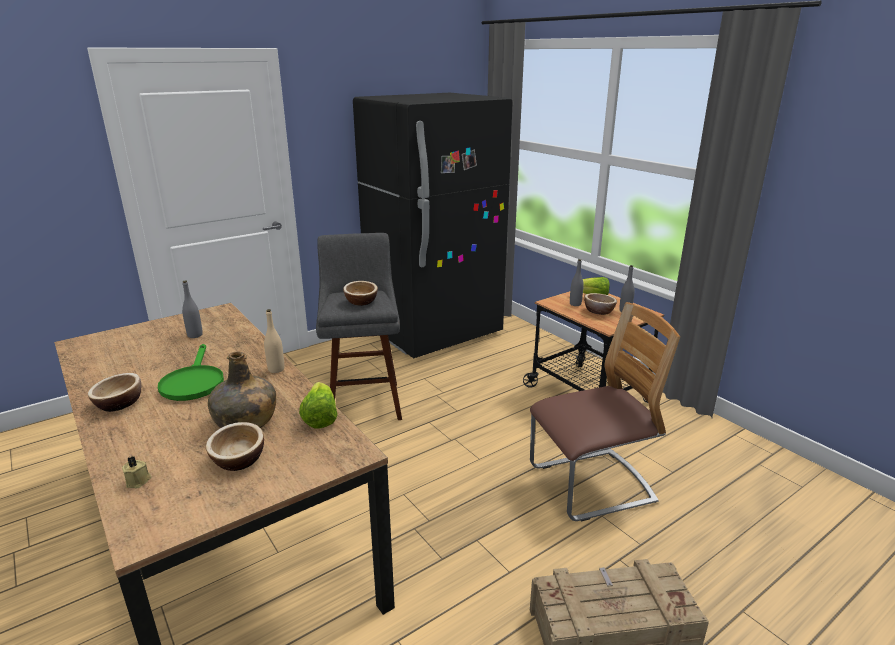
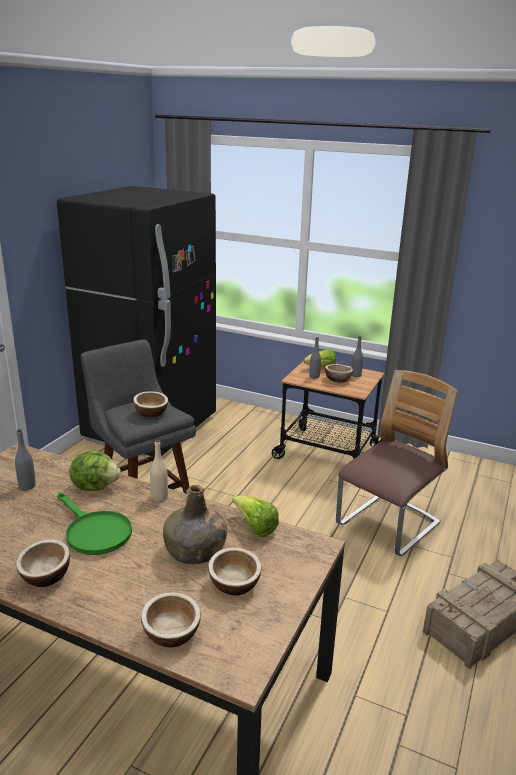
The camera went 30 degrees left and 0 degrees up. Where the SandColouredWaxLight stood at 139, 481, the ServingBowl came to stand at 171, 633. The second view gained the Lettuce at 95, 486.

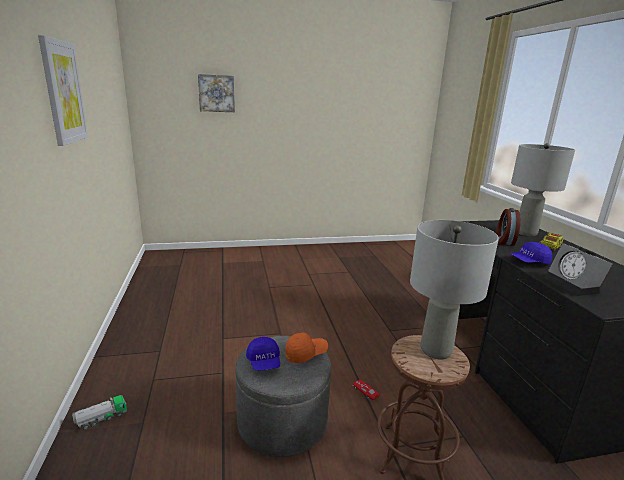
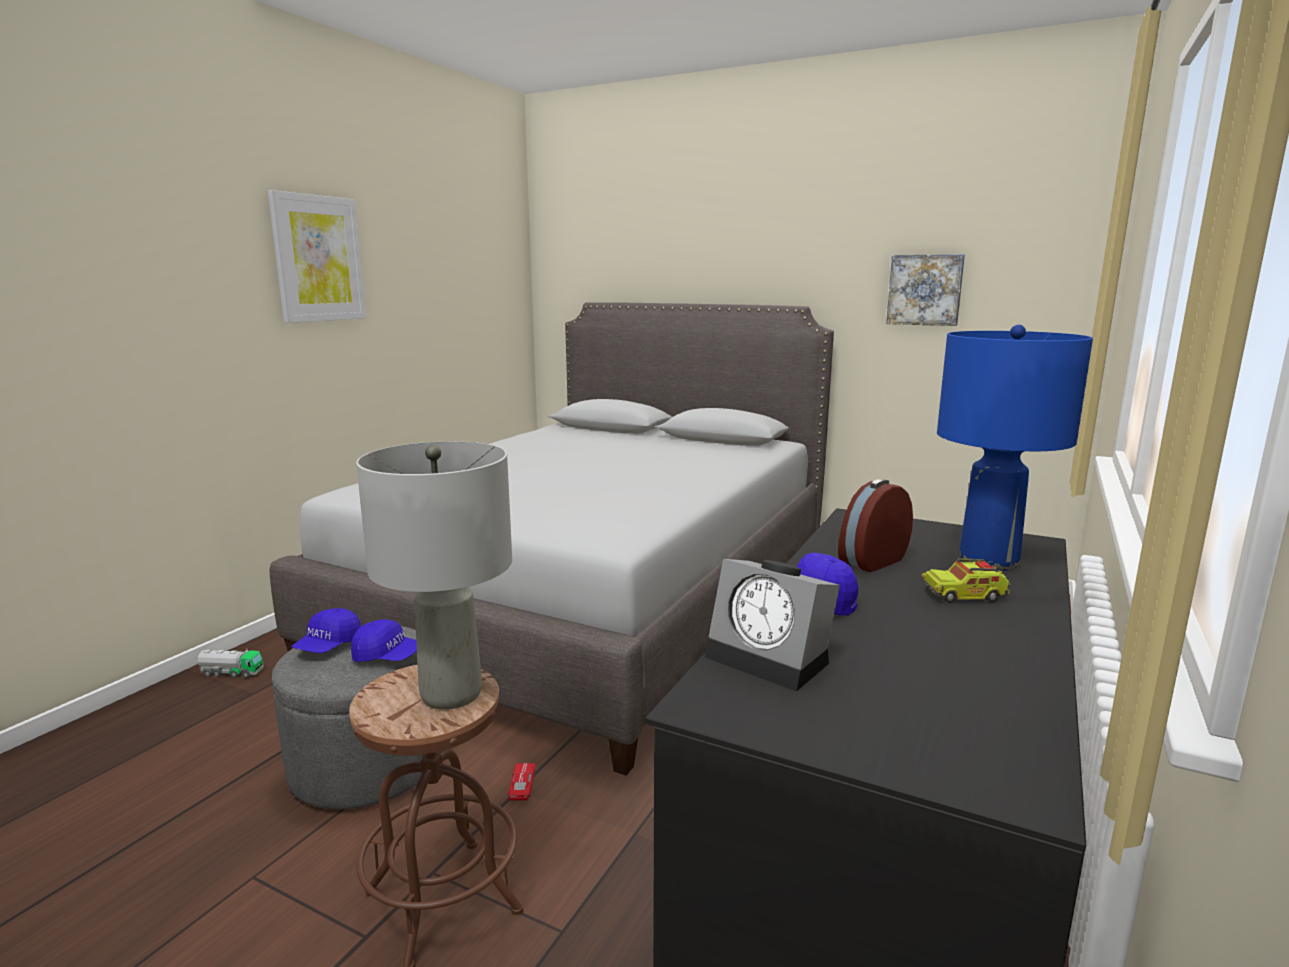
The camera went 40 degrees right and 5 degrees down. The Picture ended up elsewhere, having gone from 216, 93 to 925, 290. What was the OrangeyCap at 306, 353 turned into the BluishCap at 388, 657. What was the GreyishTabletopLamp at 526, 233 turned into the BluishTabletopLamp at 987, 562. The TableClock at 574, 285 ended up facing another way, 75 degrees counterclockwise from before. The second view gained the GreyishBedroomBed at 595, 601.

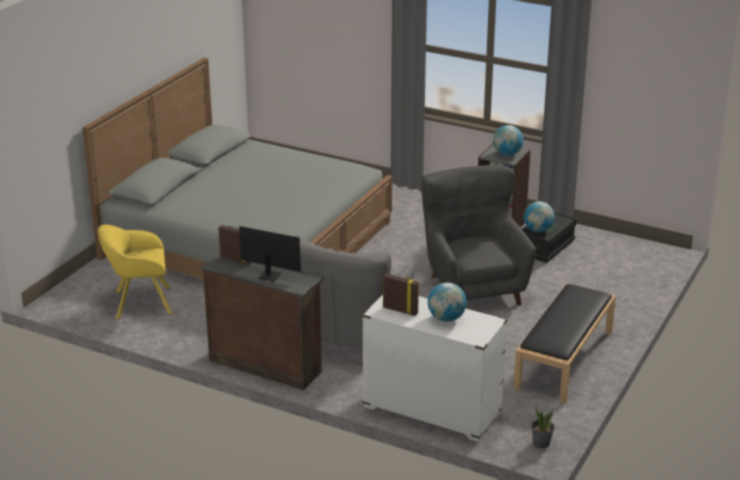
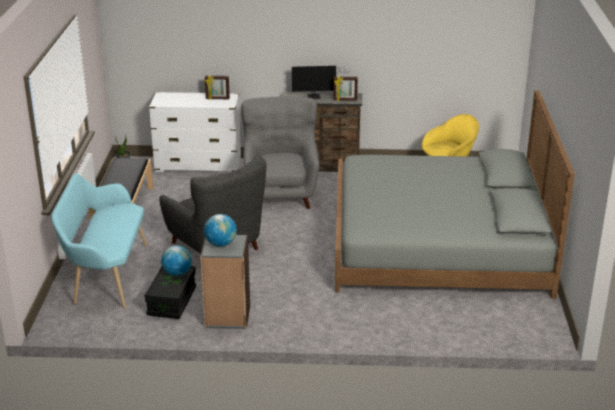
The camera went 155 degrees right and 0 degrees up. The second view lost the WorldGlobe at 446, 318. The second view gained the BlueGreenIndoorBench at 106, 275.

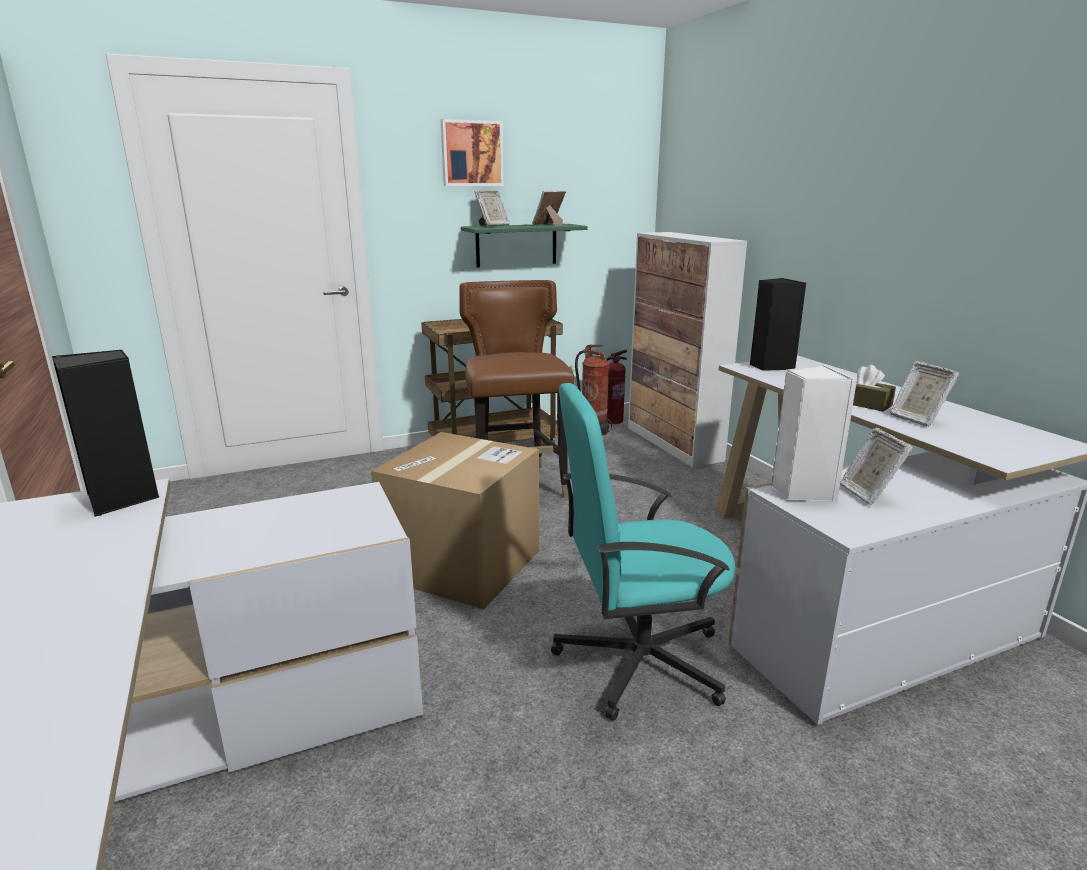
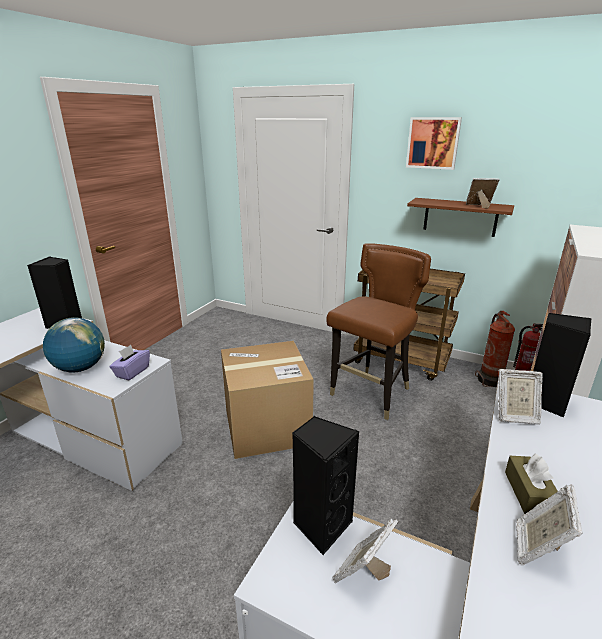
The camera went 50 degrees right and 5 degrees up. What was the GreenColouredShelf at 516, 245 turned into the BrownishShelf at 460, 217. The PictureFrame ended up elsewhere, having gone from 492, 226 to 514, 416. The second view lost the BlueGreenComputerChair at 637, 660. What was the WhitishSpeaker at 801, 491 turned into the BlackColouredSpeaker at 321, 525. The second view gained the WorldGlobe at 80, 368. The second view gained the PurpleTissueHolder at 132, 372.

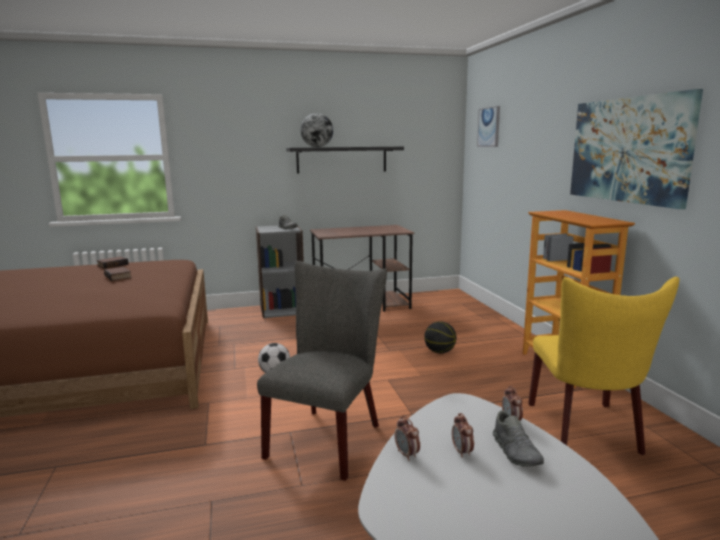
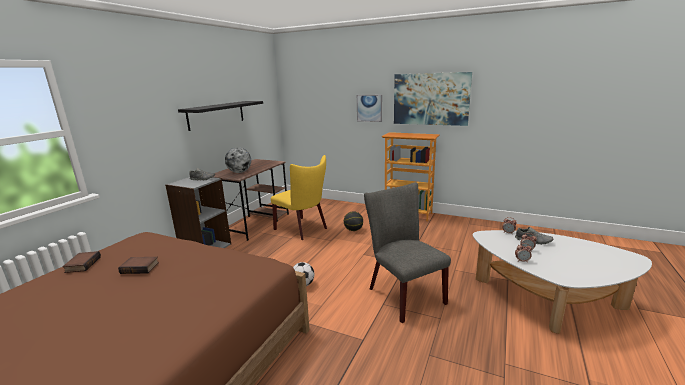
The camera went 50 degrees left and 5 degrees up. The WorldGlobe ended up elsewhere, having gone from 317, 147 to 239, 172. The Picture ended up elsewhere, having gone from 489, 127 to 369, 108. The YellowColouredChair ended up elsewhere, having gone from 587, 431 to 303, 229.

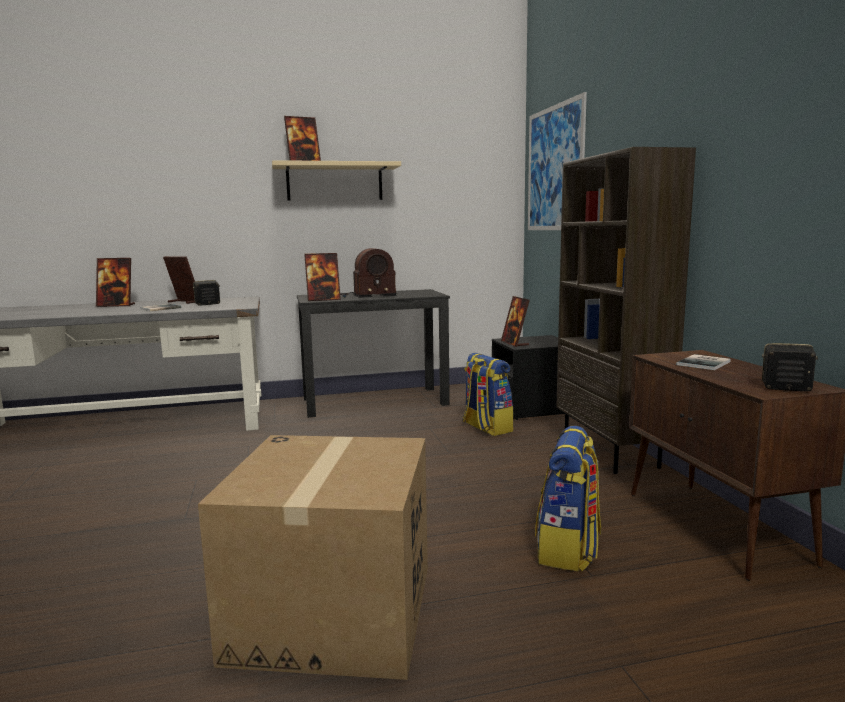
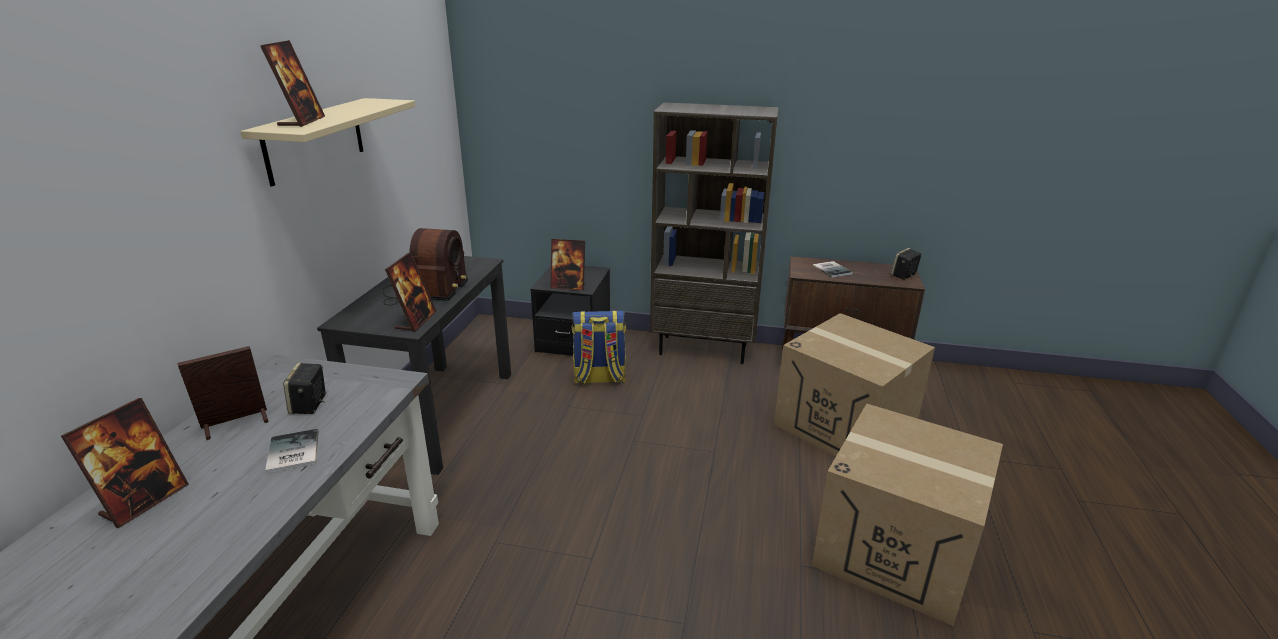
The camera went 65 degrees left and 15 degrees up. The second view lost the Picture at 554, 168. Where the Backpack stood at 568, 550, the CardboardBox came to stand at 845, 425.

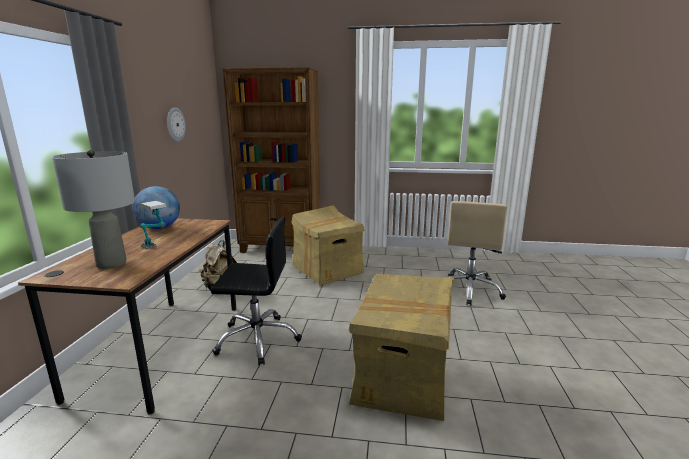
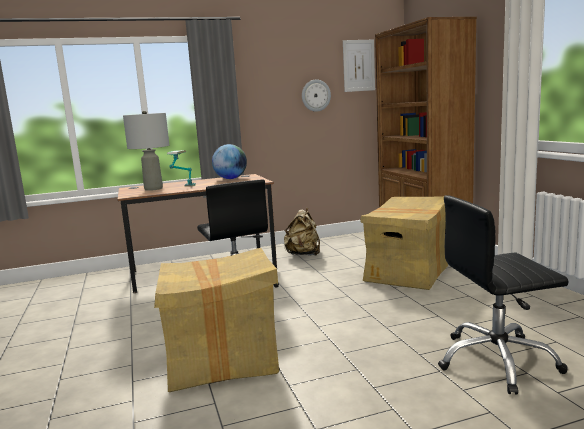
The camera went 65 degrees right and 5 degrees down. What was the SandColouredComputerChair at 469, 290 turned into the BlackColouredComputerChair at 497, 361. The second view gained the Picture at 358, 65.

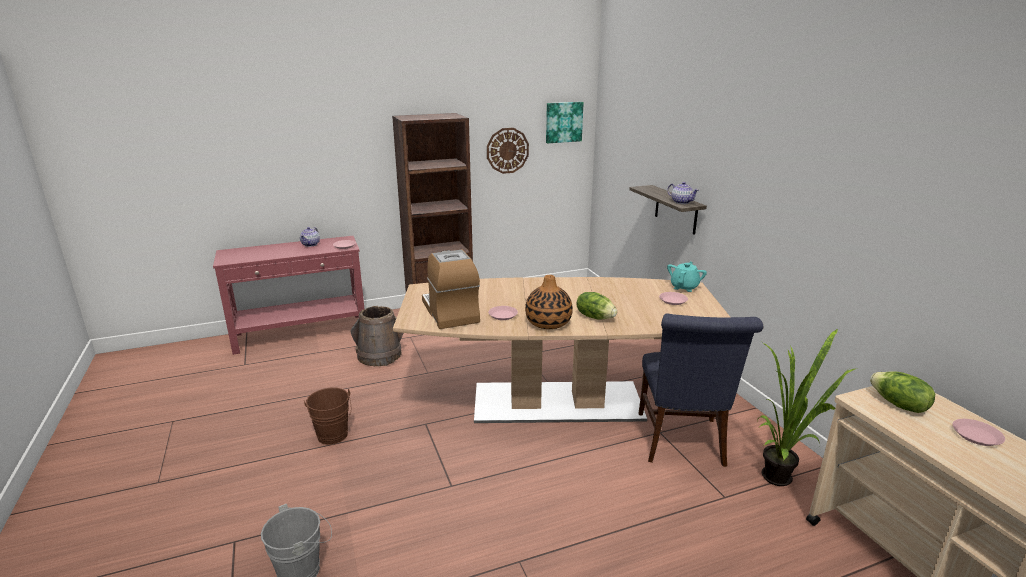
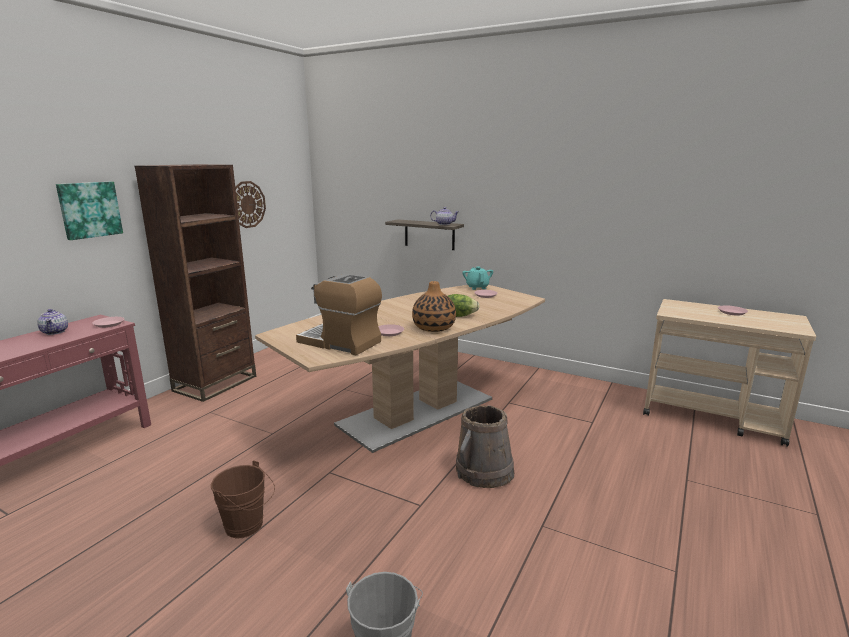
The camera went 40 degrees left and 5 degrees down. The BrownishBucket ended up elsewhere, having gone from 379, 356 to 484, 471. The Picture ended up elsewhere, having gone from 563, 122 to 89, 209. The second view lost the BluishChair at 682, 444. The second view lost the PlantInAPot at 783, 477. The second view lost the Lettuce at 898, 405.

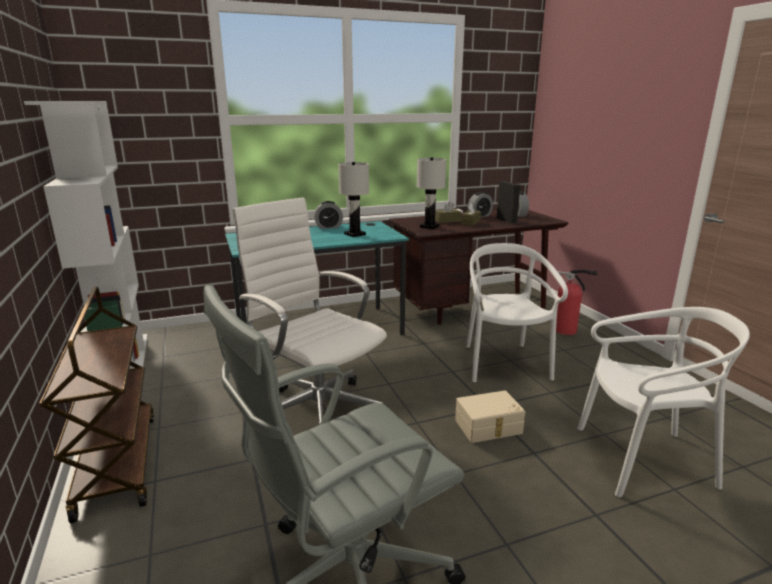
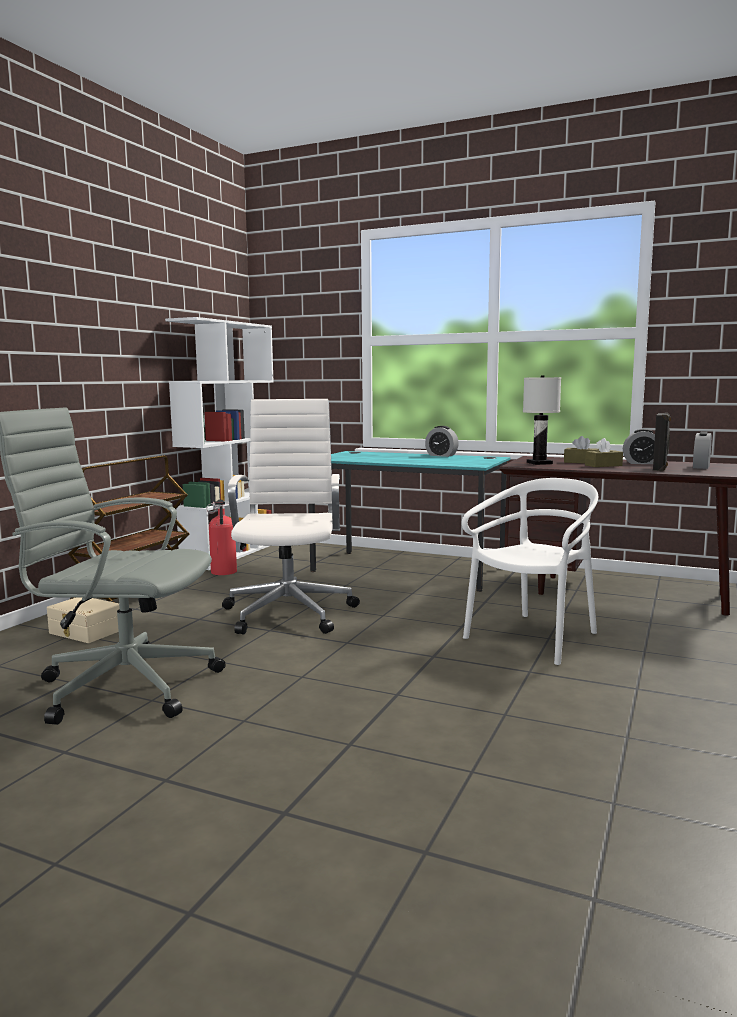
The camera went 45 degrees right and 10 degrees down. The second view lost the WhitishTabletopLamp at 355, 234. The SandColouredStorageContainer ended up elsewhere, having gone from 489, 427 to 84, 632. The FireFightingCylinder ended up elsewhere, having gone from 567, 331 to 223, 572. The second view lost the WhitishChair at 643, 460.

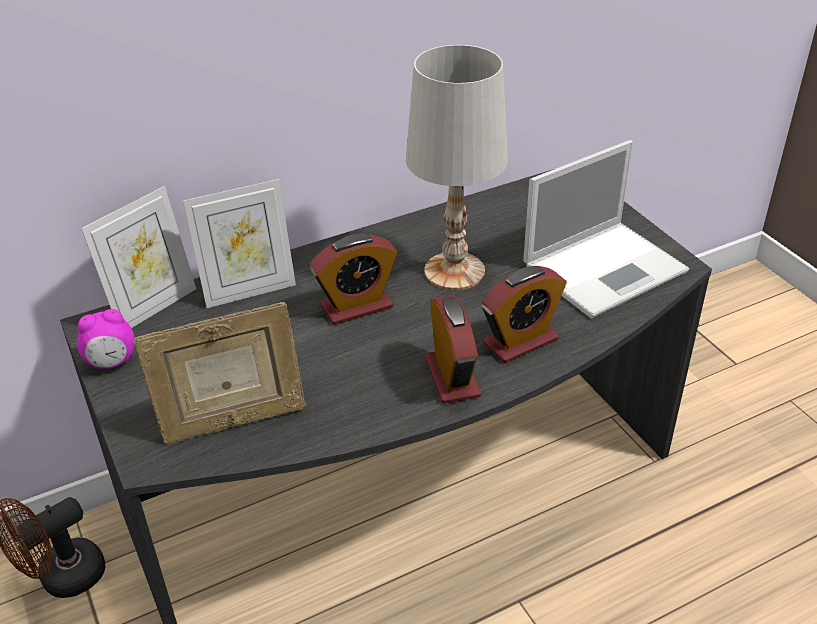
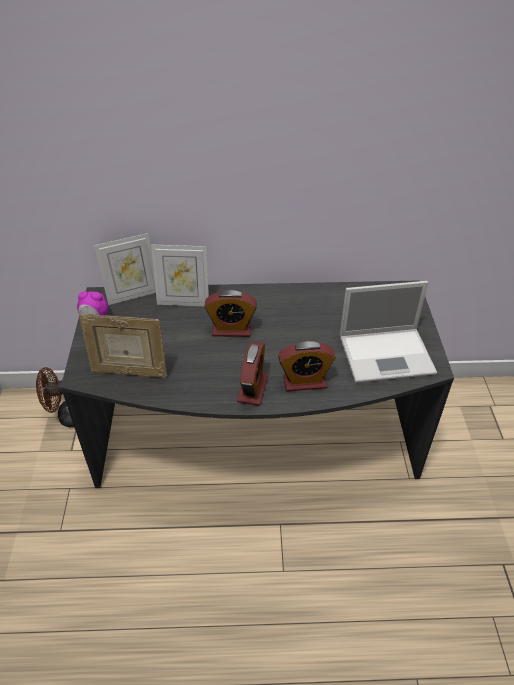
The camera went 25 degrees right and 5 degrees up. The second view lost the WhitishTabletopLamp at 455, 271.

